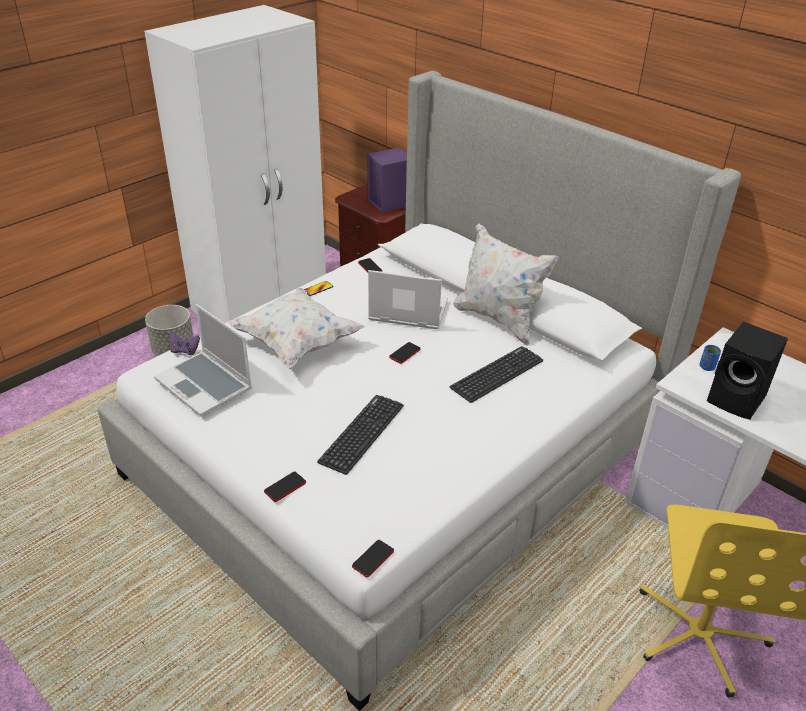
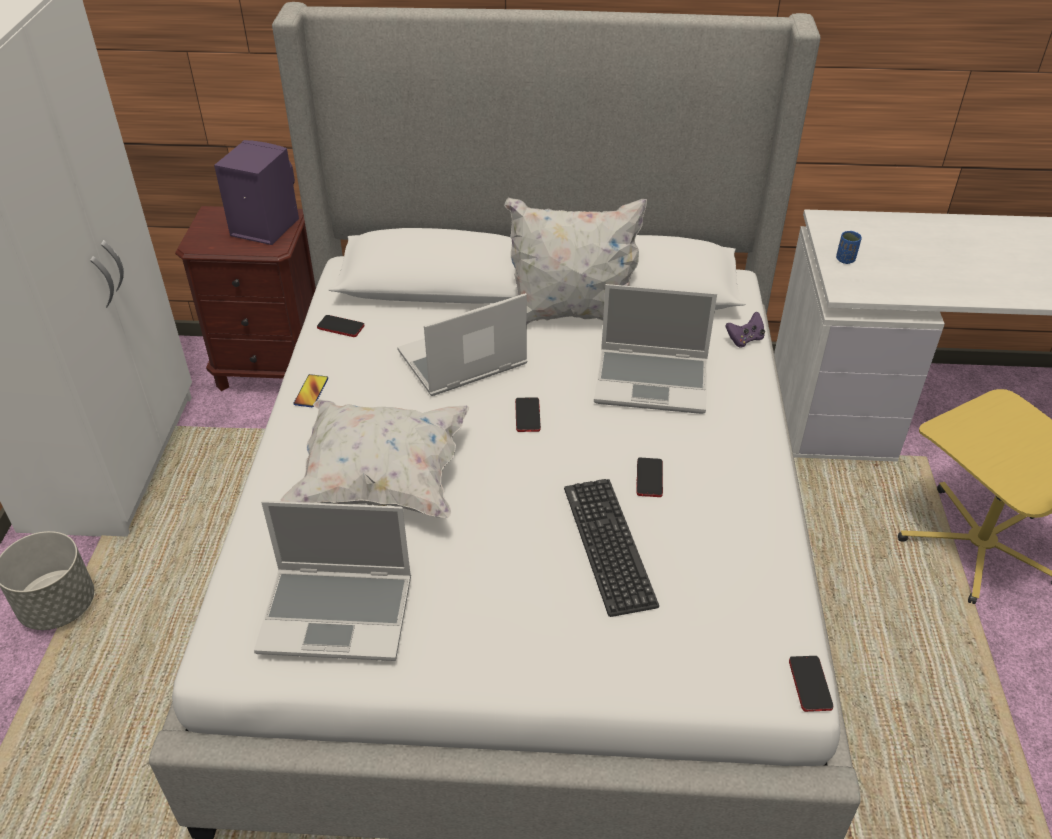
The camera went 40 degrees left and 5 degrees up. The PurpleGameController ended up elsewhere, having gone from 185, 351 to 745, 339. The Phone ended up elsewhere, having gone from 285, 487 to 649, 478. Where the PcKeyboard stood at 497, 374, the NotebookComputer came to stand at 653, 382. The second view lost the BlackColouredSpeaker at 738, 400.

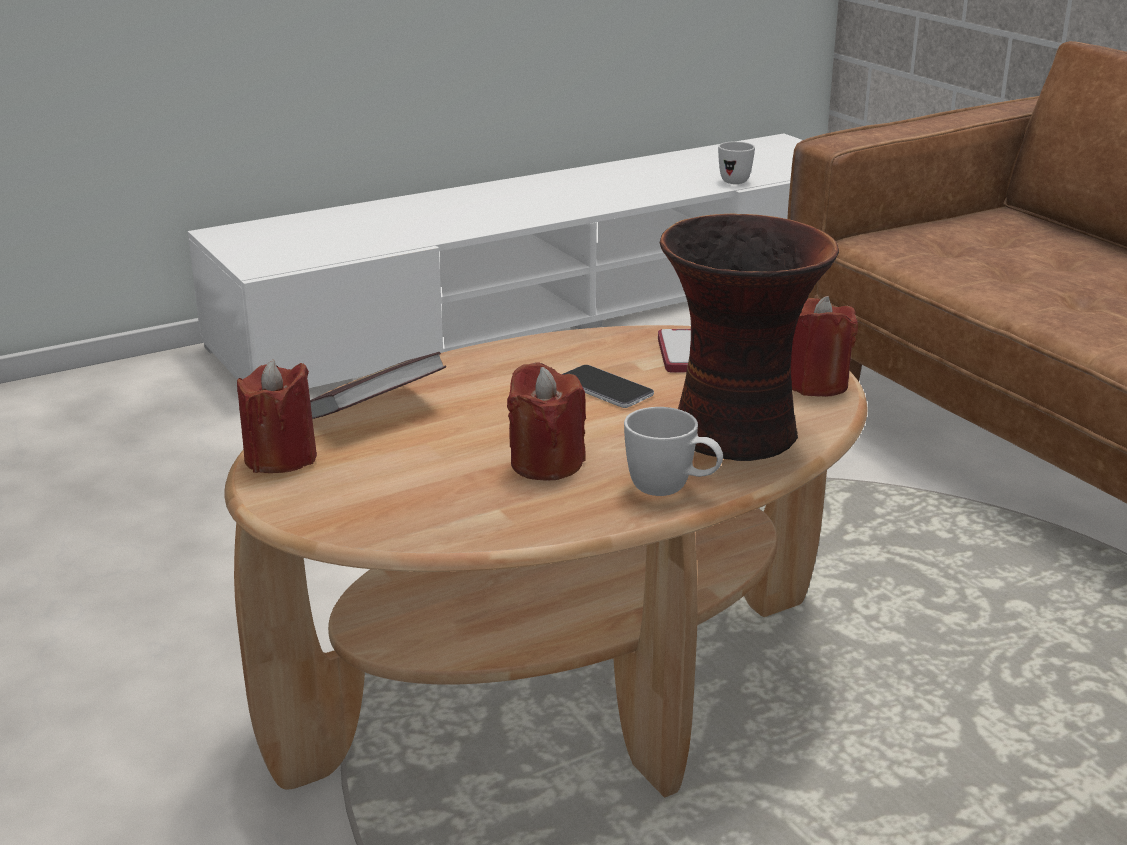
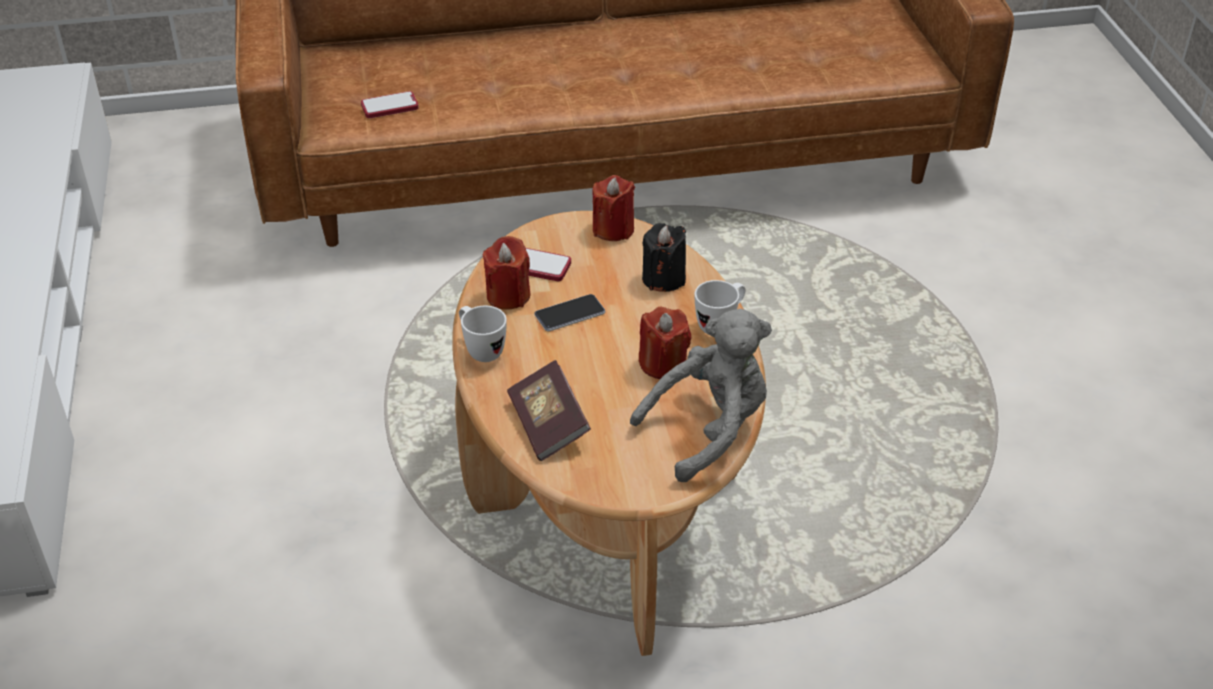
The camera went 70 degrees left and 15 degrees up. The RedWaxLight ended up elsewhere, having gone from 280, 458 to 508, 296. Where the DecorativeVase stood at 739, 434, the BlackColouredWaxLight came to stand at 663, 279. The WhitishMug ended up elsewhere, having gone from 737, 180 to 480, 350. The second view gained the Phone at 389, 106. The second view gained the GreyishSoftToy at 709, 430.

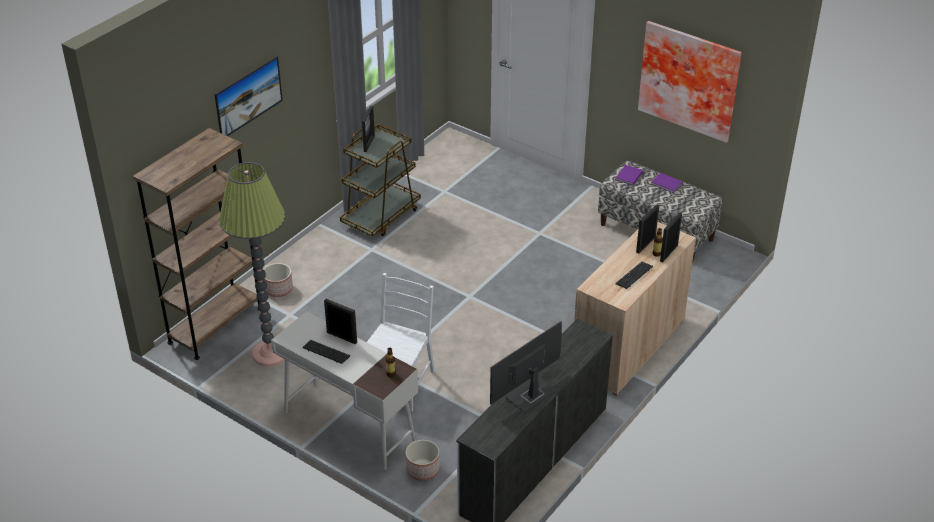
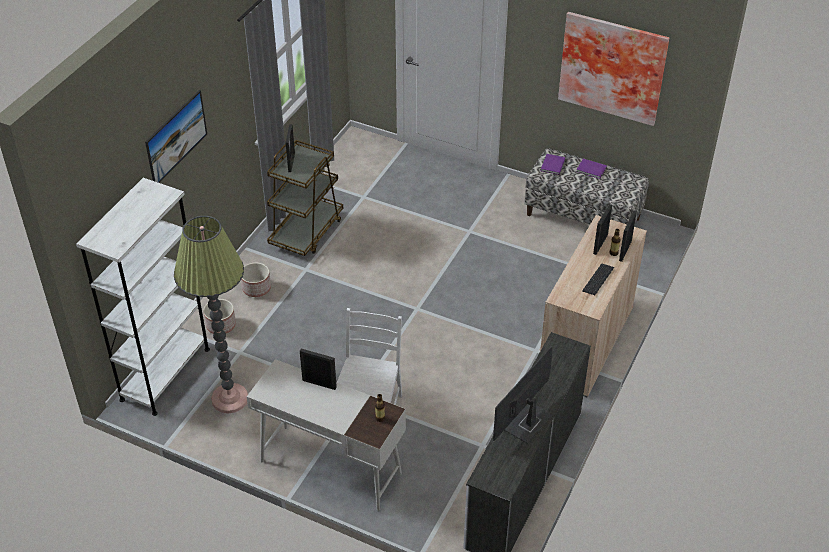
The camera went 10 degrees left and 5 degrees up. What was the BrownishBookshelf at 215, 325 turned into the WhitishBookshelf at 165, 374. The second view lost the PcKeyboard at 326, 352. The PlantPot ended up elsewhere, having gone from 422, 469 to 256, 288.

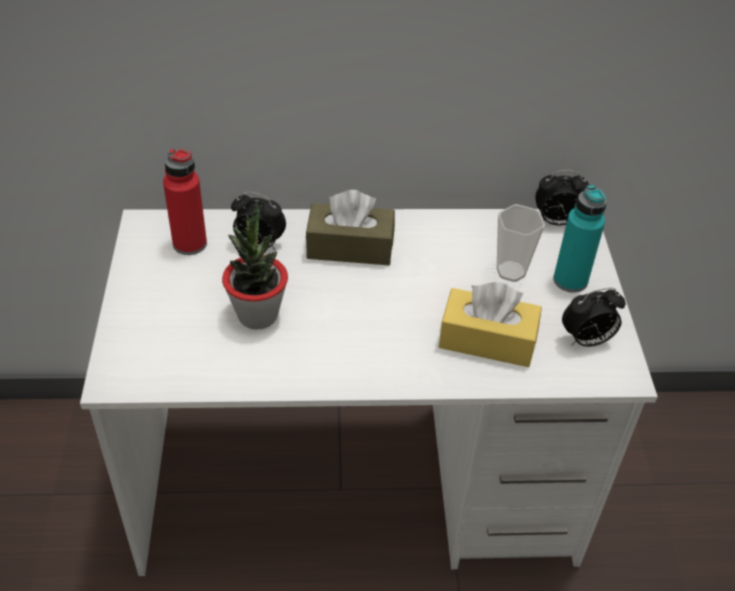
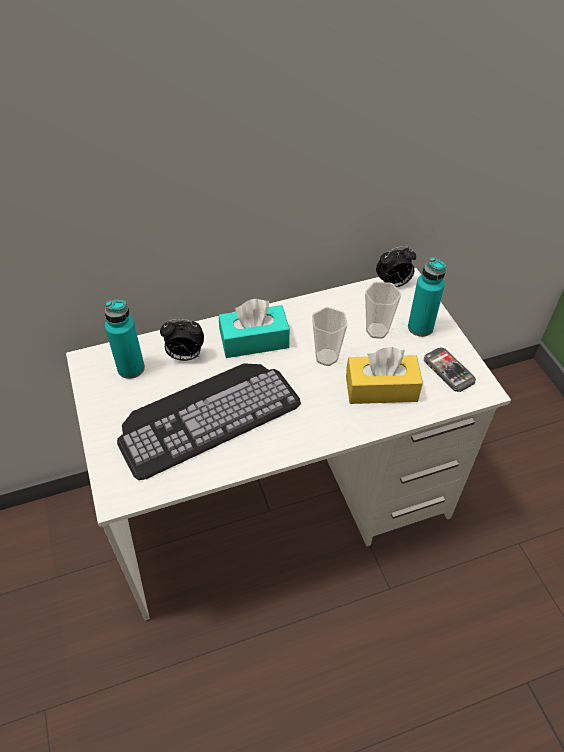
The camera went 15 degrees left and 5 degrees up. What was the RedDrinkBottle at 190, 244 turned into the BlueGreenDrinkBottle at 131, 368. Where the PlantInAPot stood at 257, 315, the PcKeyboard came to stand at 207, 413. What was the BrownishTissueHolder at 350, 247 turned into the BlueGreenTissueHolder at 254, 341. Where the TableClock stood at 586, 340, the Phone came to stand at 448, 370. The second view gained the Cup at 326, 357.

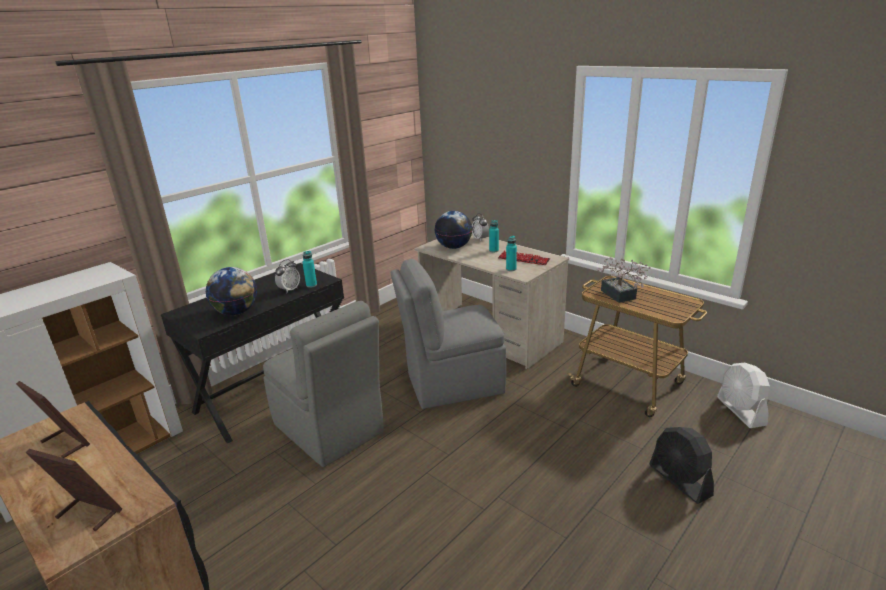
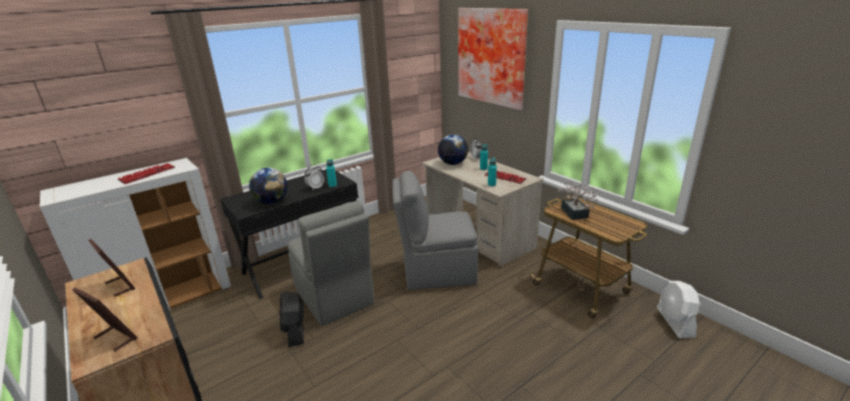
The camera went 10 degrees right and 0 degrees up. The BlackColouredCoolingFan ended up elsewhere, having gone from 680, 480 to 295, 331. The second view gained the PcKeyboard at 147, 174. The second view gained the Picture at 492, 56.

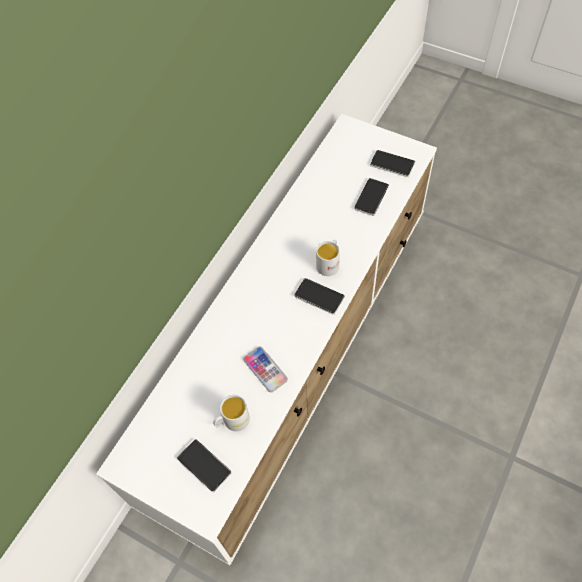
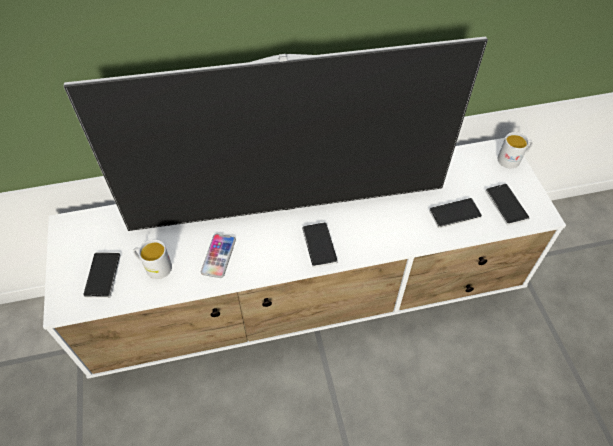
The camera went 45 degrees right and 5 degrees down. The WhitishMug ended up elsewhere, having gone from 329, 263 to 512, 159. The second view gained the Television at 288, 207.

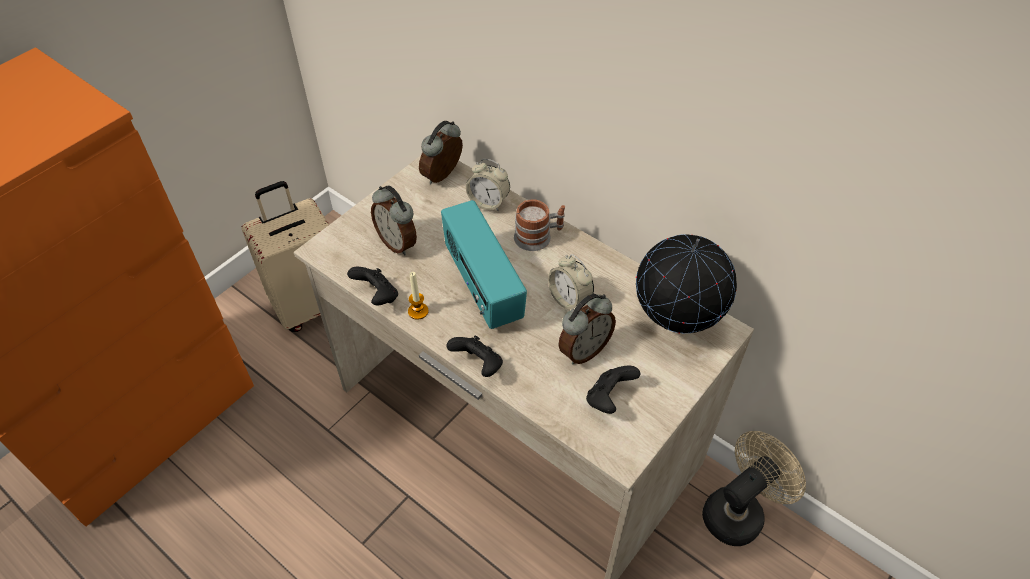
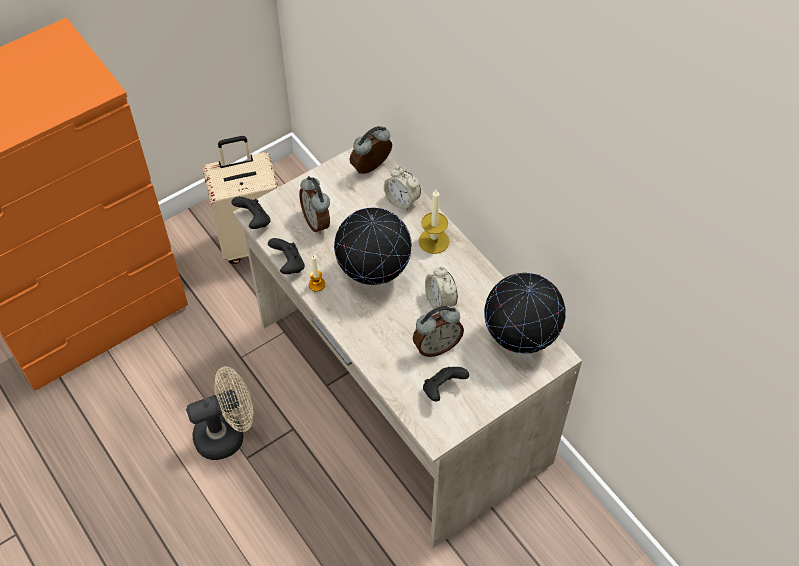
The camera went 15 degrees right and 5 degrees up. Where the Radio stood at 482, 286, the WorldGlobe came to stand at 373, 274. The BlackColouredGameController ended up elsewhere, having gone from 478, 365 to 254, 221. Where the Mug stood at 538, 237, the WaxLight came to stand at 433, 241. The SandColouredCoolingFan ended up elsewhere, having gone from 739, 511 to 227, 434.

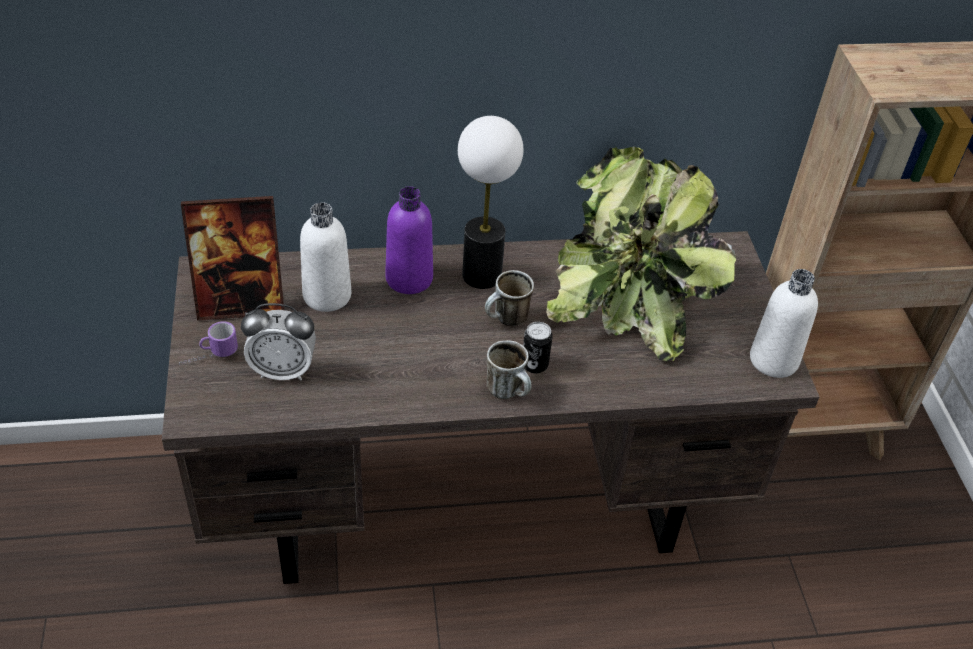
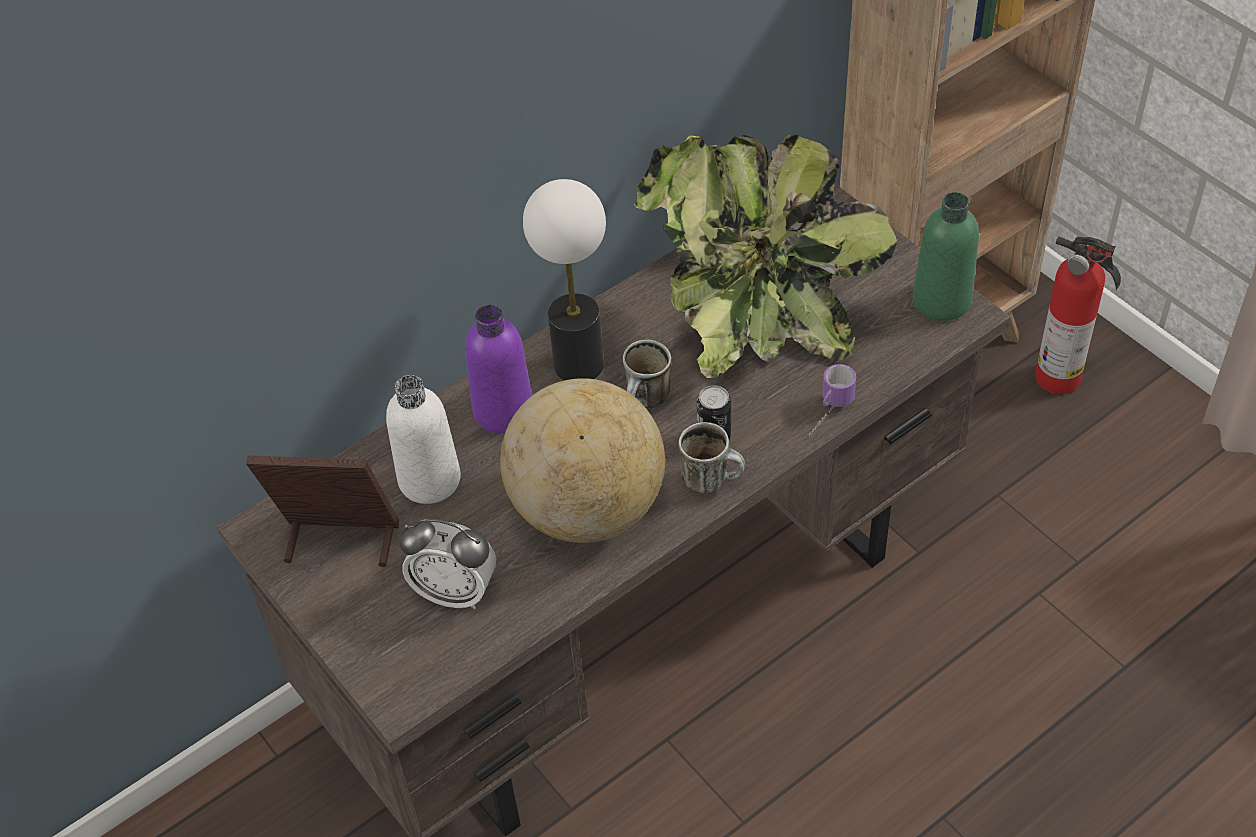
The camera went 25 degrees left and 5 degrees up. The Mug ended up elsewhere, having gone from 209, 357 to 827, 414. The PictureFrame at 241, 303 ended up facing another way, 135 degrees counterclockwise from before. The TableClock at 283, 370 ended up facing another way, 45 degrees clockwise from before. What was the WhitishDrinkBottle at 773, 360 turned into the GreenColouredDrinkBottle at 941, 300. The second view gained the WorldGlobe at 588, 509. The second view gained the FireFightingCylinder at 1061, 378.

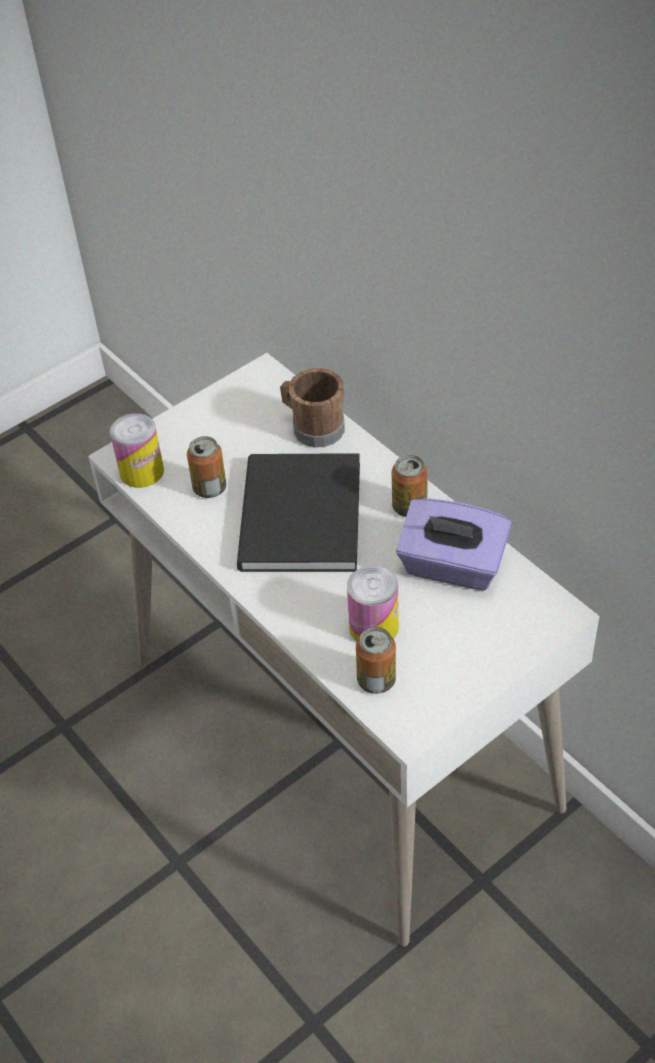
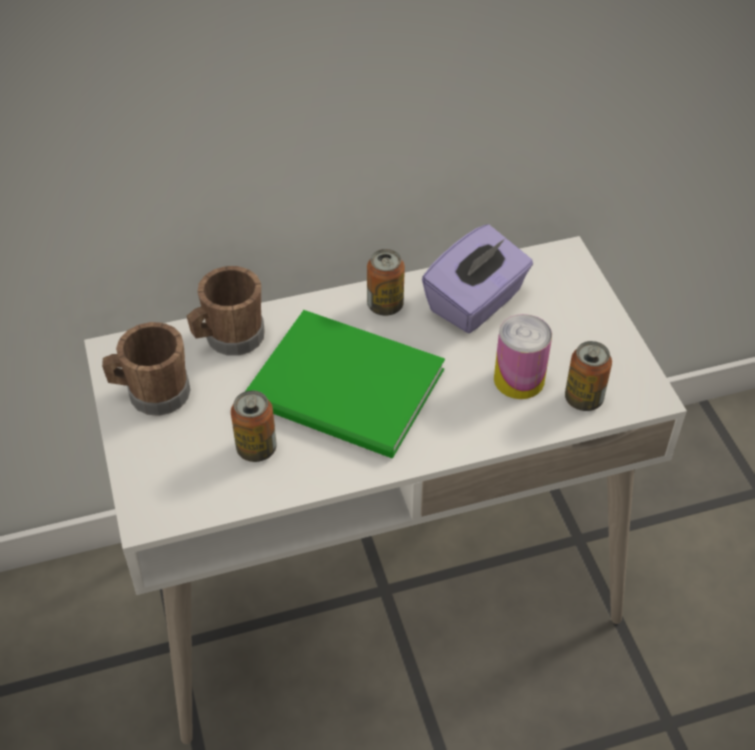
The camera went 70 degrees left and 0 degrees up. The second view lost the MetalCan at 141, 471. What was the BlackColouredVolume at 296, 519 turned into the GreenColouredVolume at 348, 392. The second view gained the BrownishMug at 152, 393.

